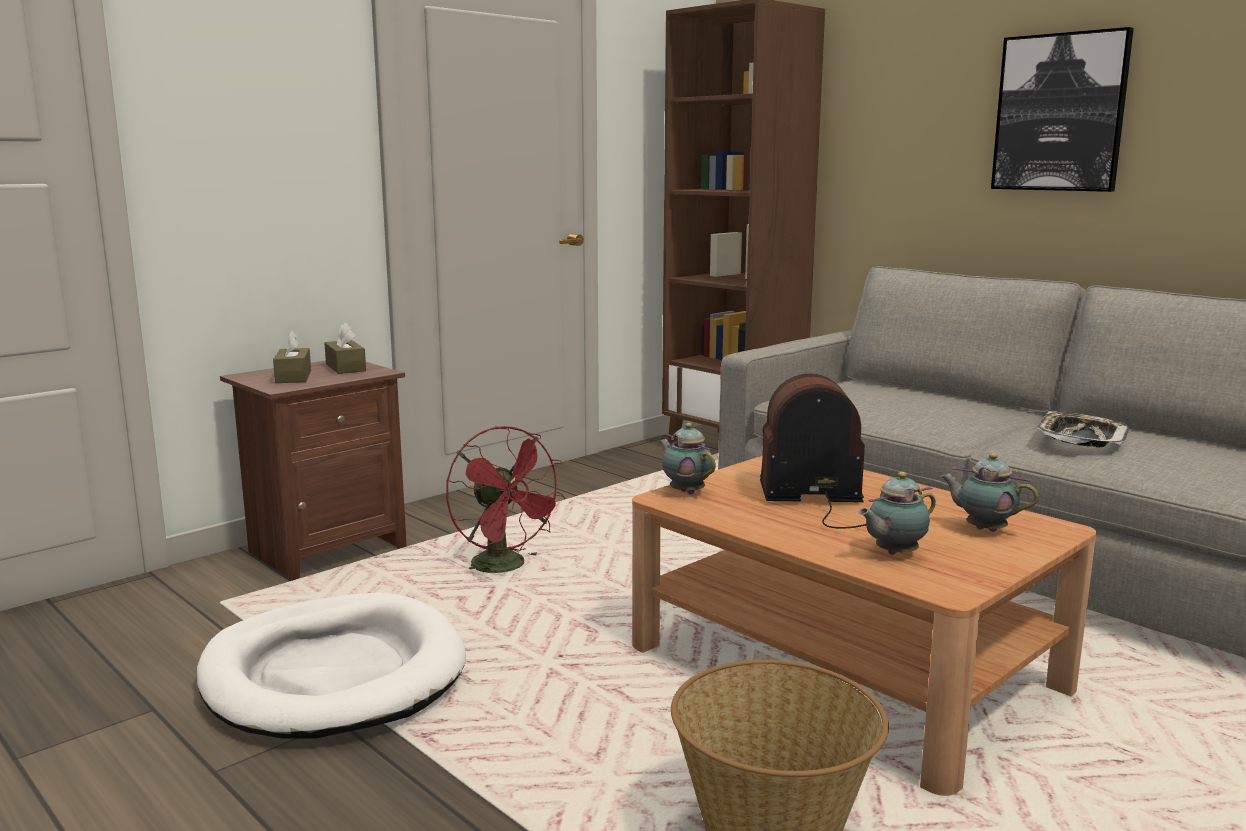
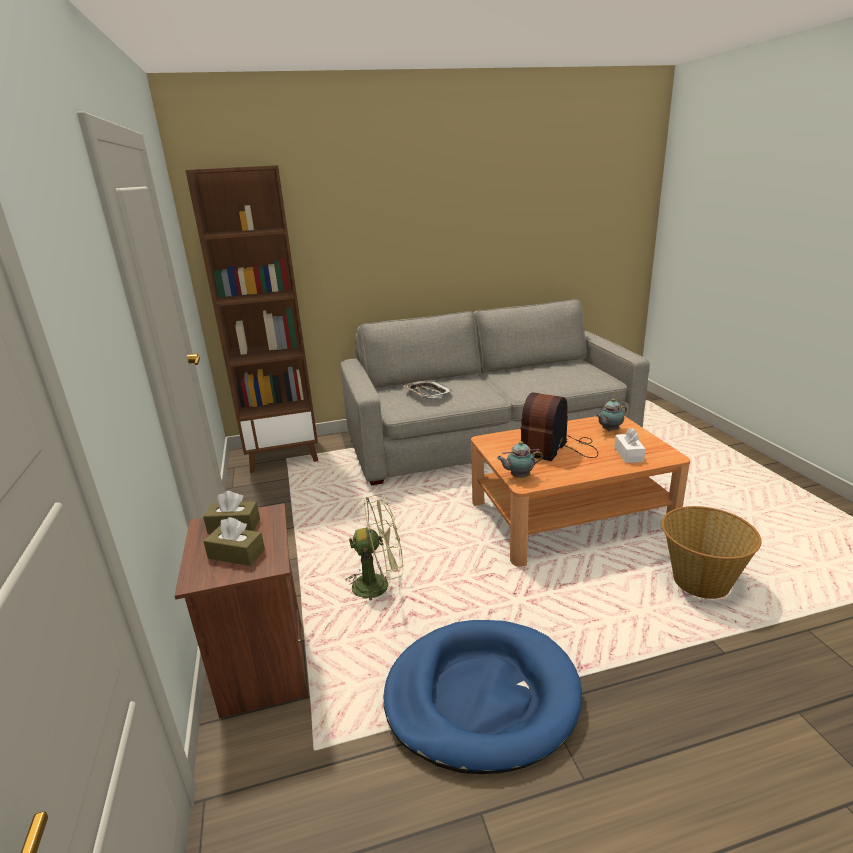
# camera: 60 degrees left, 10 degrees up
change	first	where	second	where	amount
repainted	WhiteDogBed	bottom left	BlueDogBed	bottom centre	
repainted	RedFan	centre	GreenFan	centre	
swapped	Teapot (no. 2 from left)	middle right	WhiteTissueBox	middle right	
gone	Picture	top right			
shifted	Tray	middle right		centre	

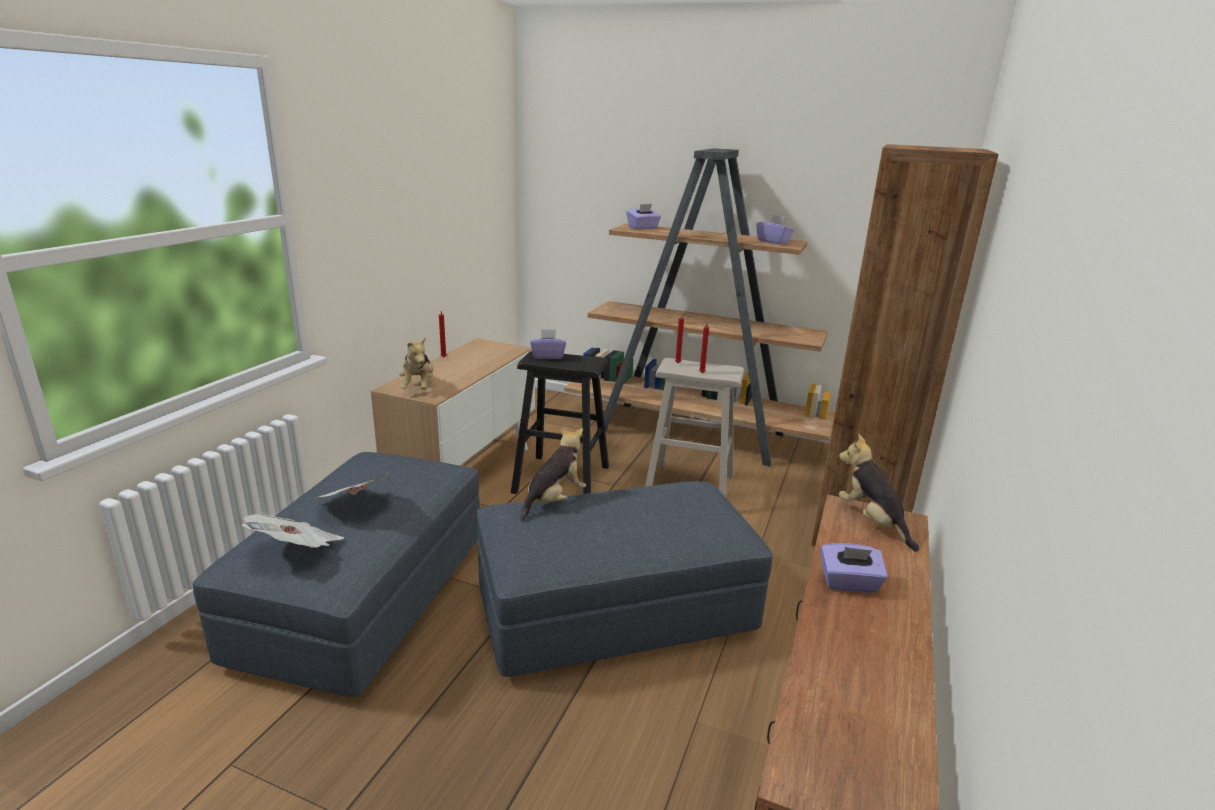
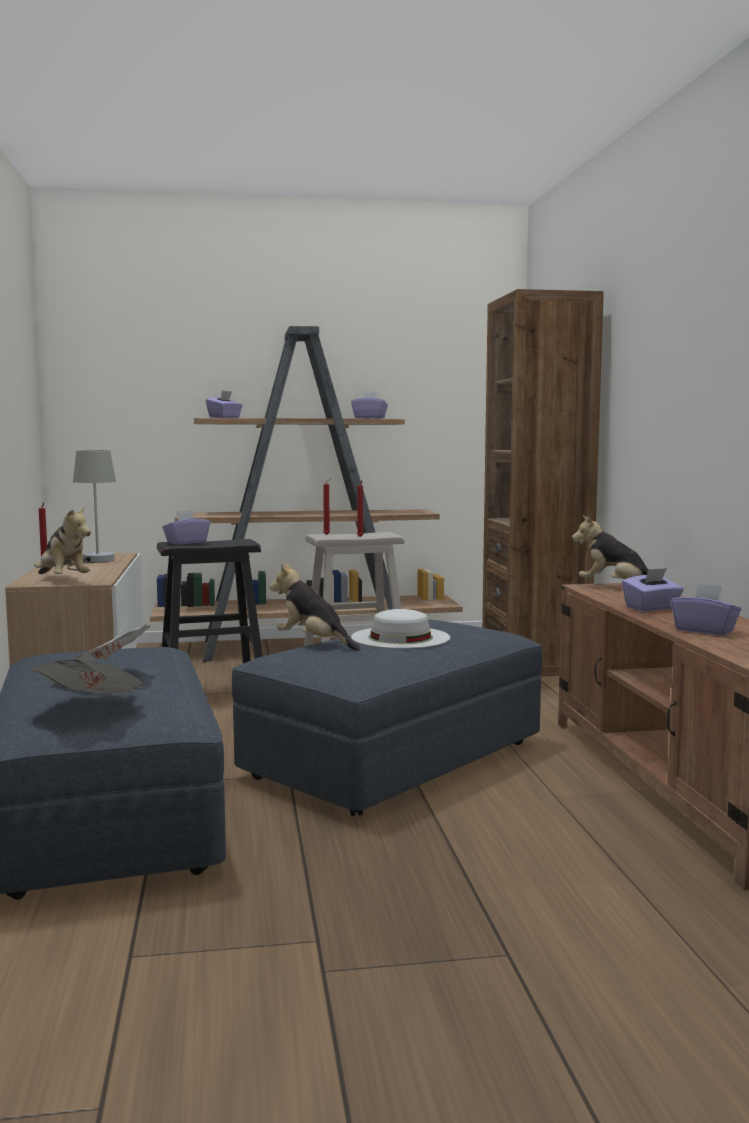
# camera: 30 degrees left, 15 degrees down
change	first	where	second	where	amount
rotated	PlushToy (no. 2 from left)	centre		centre	60 degrees counterclockwise
new			GreyTableLamp	middle left	
new			WhiteHat	centre	
new			PurpleTissueBox (no. 5 from left)	middle right	

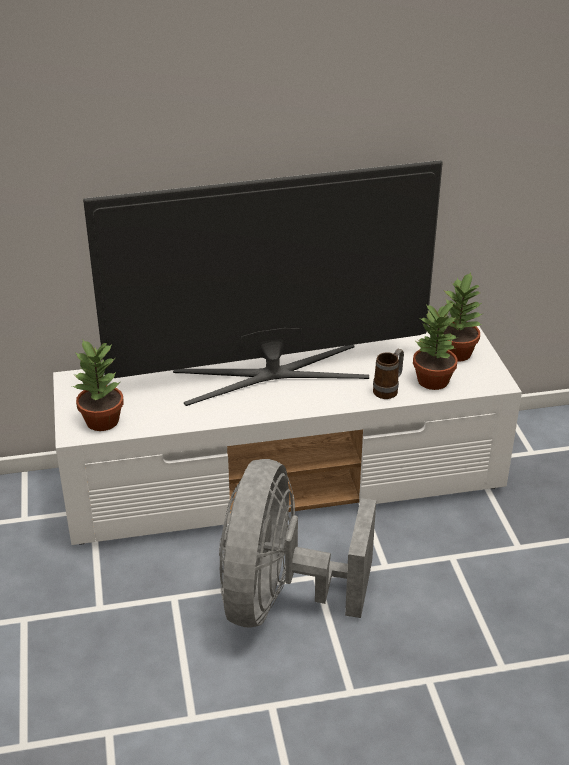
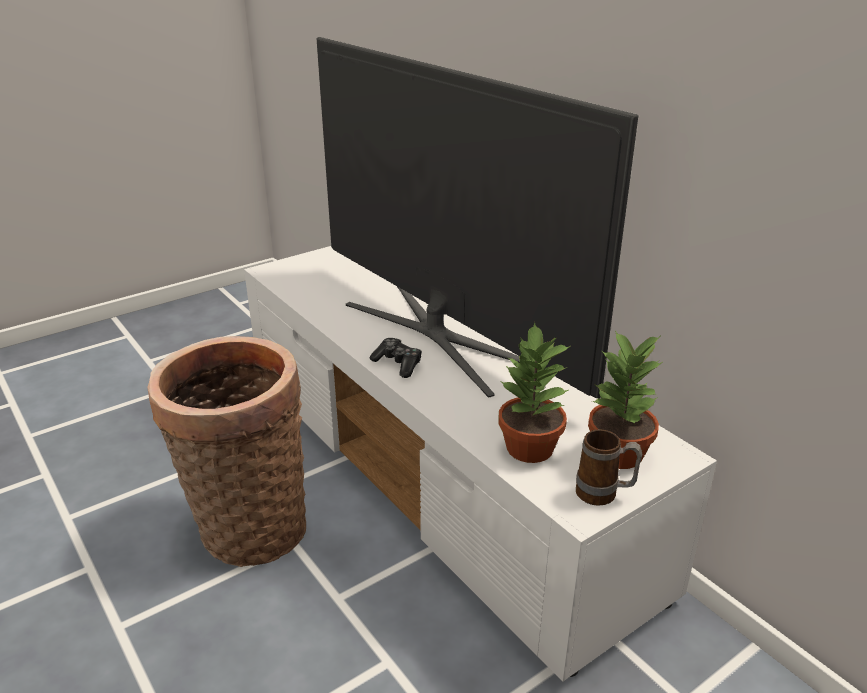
# camera: 65 degrees right, 5 degrees down
change	first	where	second	where	amount
gone	PottedPlant (no. 1 from left)	middle left			
swapped	GreyFan	bottom centre	Basket	middle left	
shifted	Mug	middle right		bottom right	
new			GameController	centre	

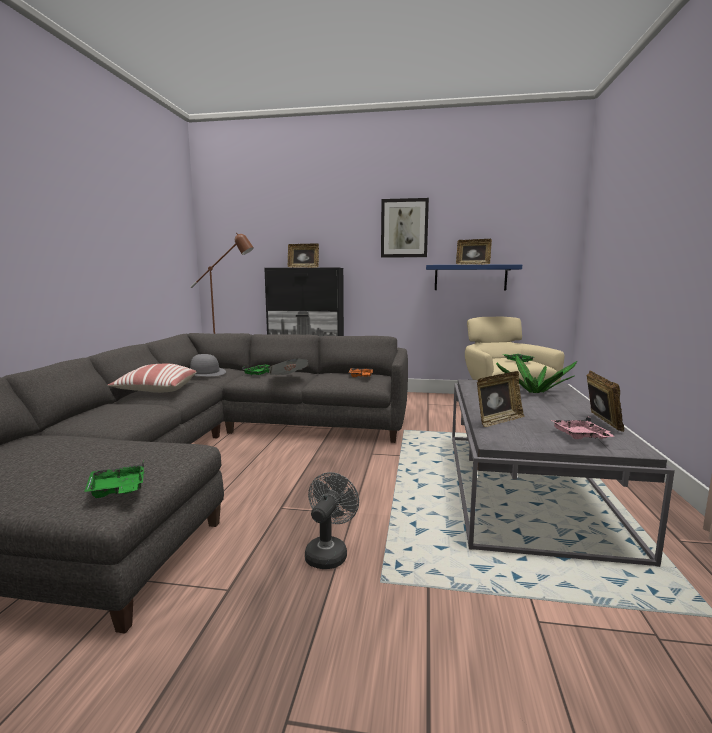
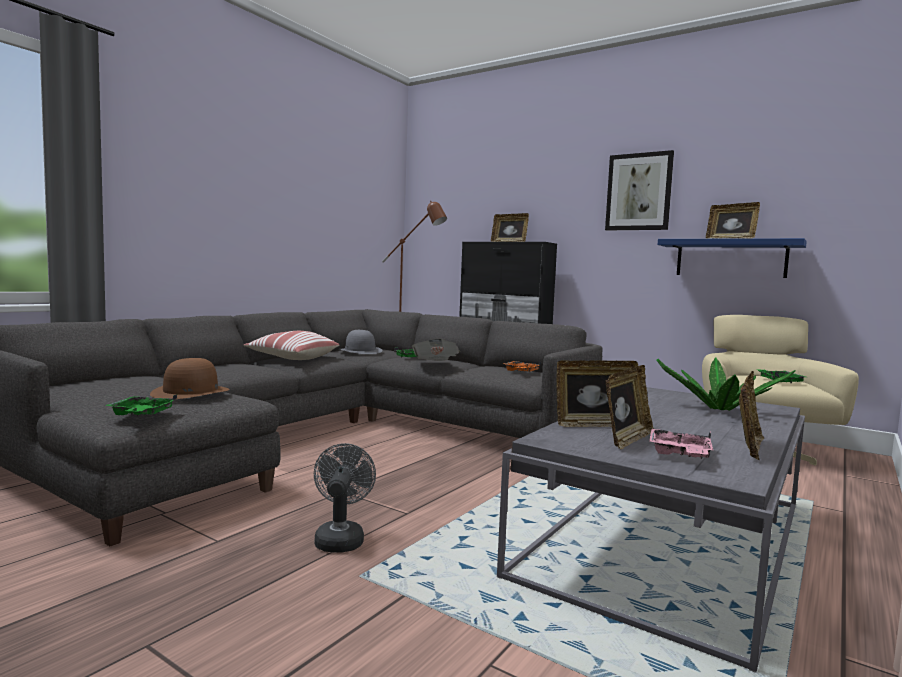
# camera: 25 degrees right, 5 degrees down
change	first	where	second	where	amount
rotated	GreyFan	bottom centre		bottom centre	45 degrees counterclockwise
new			BrownHat	middle left	
new			PictureFrame (no. 3 from left)	middle right	

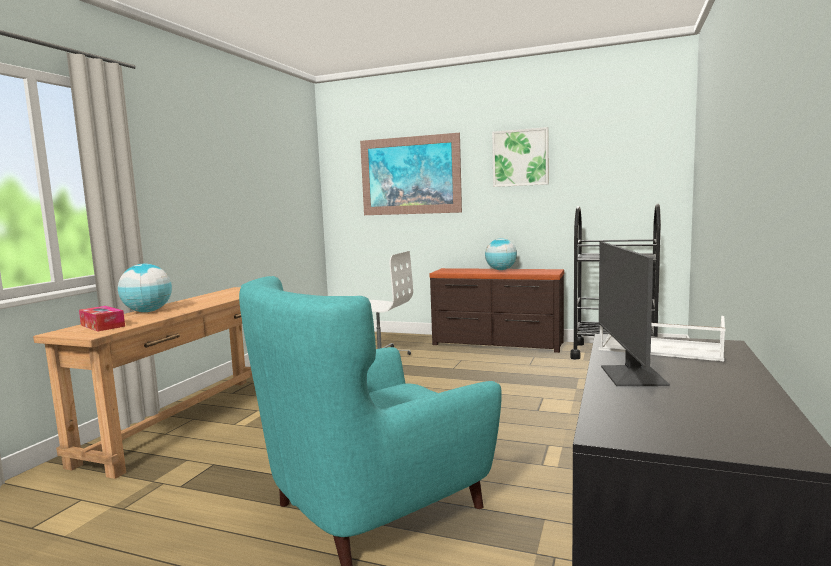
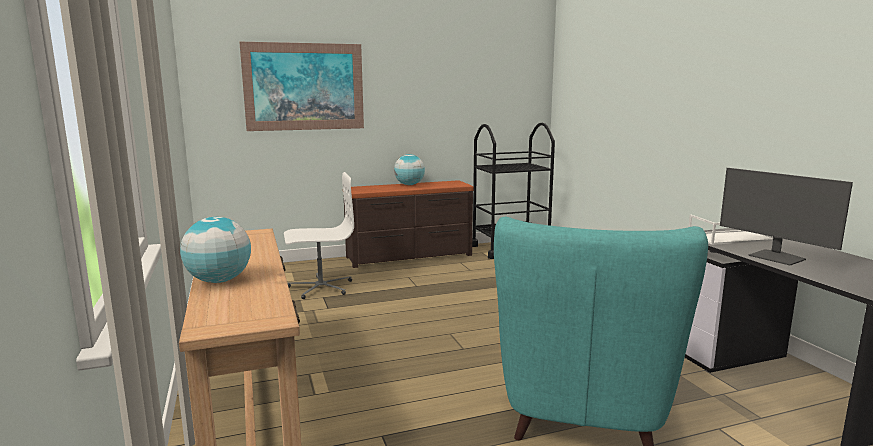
# camera: 40 degrees left, 5 degrees up
change	first	where	second	where	amount
gone	TissueBox	middle left			
gone	Picture (no. 2 from left)	top centre			

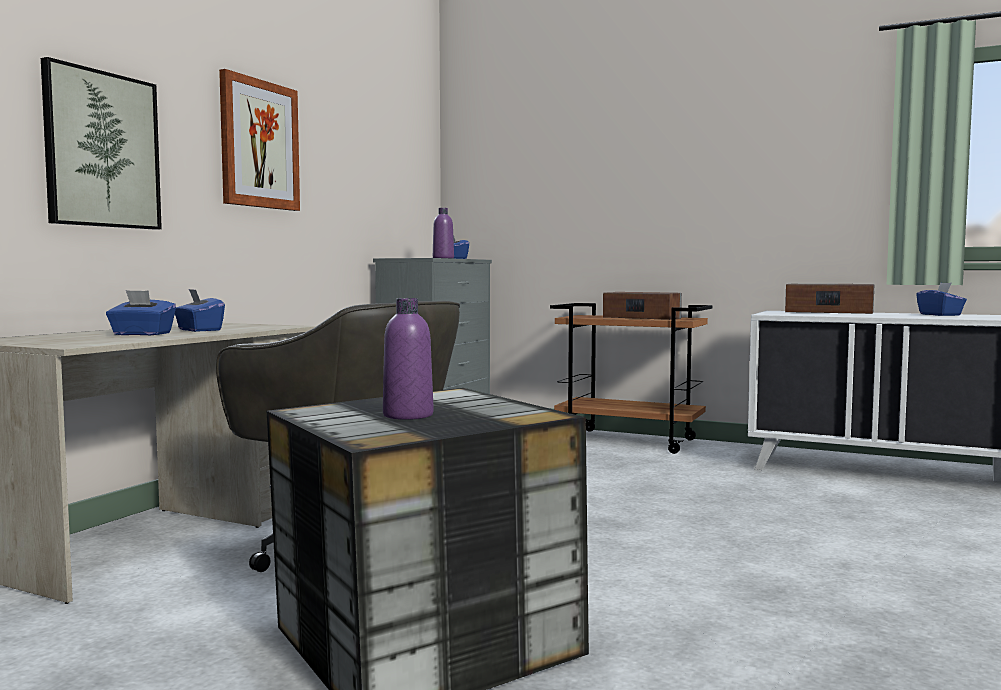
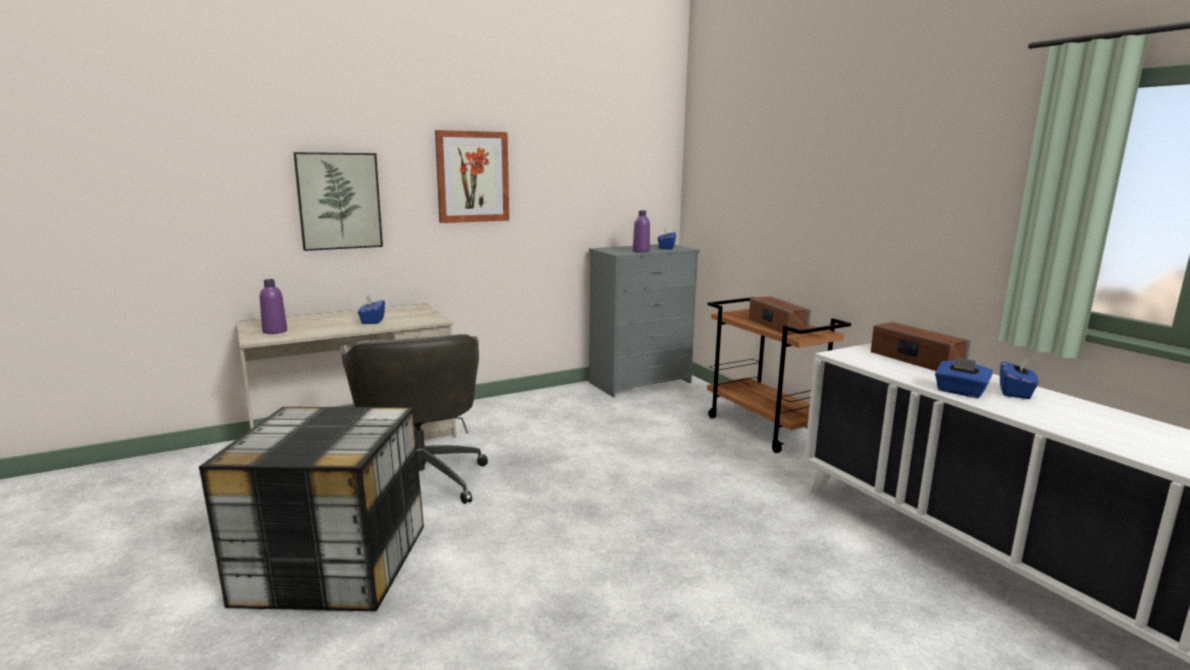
# camera: 35 degrees right, 10 degrees up
change	first	where	second	where	amount
shifted	BlueTissueBox (no. 1 from left in the first image)	middle left	BlueTissueBox (no. 3 from left)	middle right	
shifted	PurpleBottle (no. 1 from left)	centre		middle left	

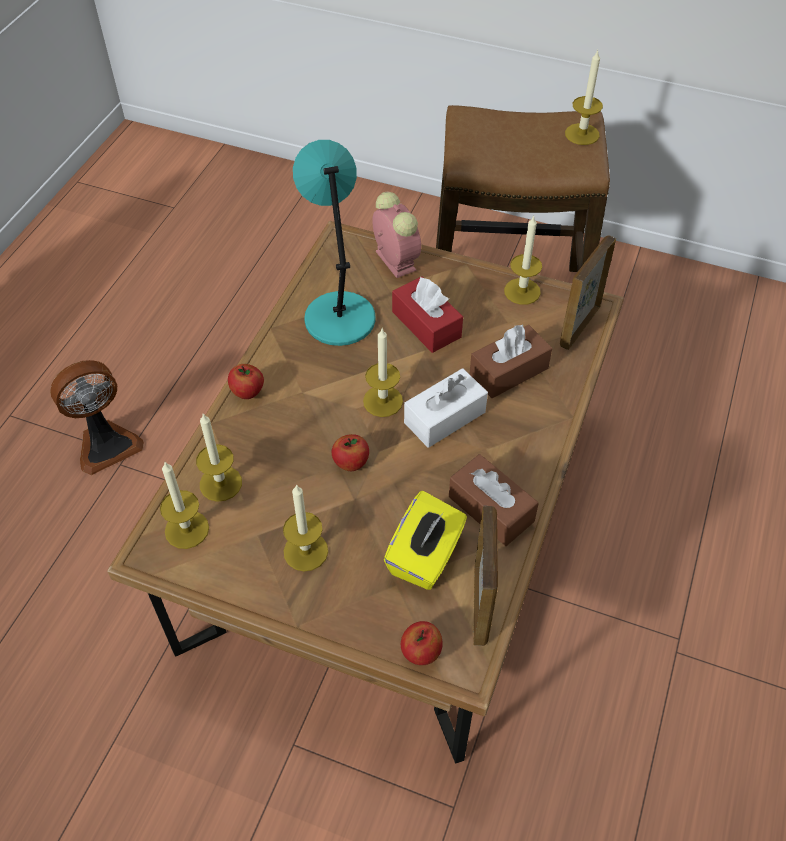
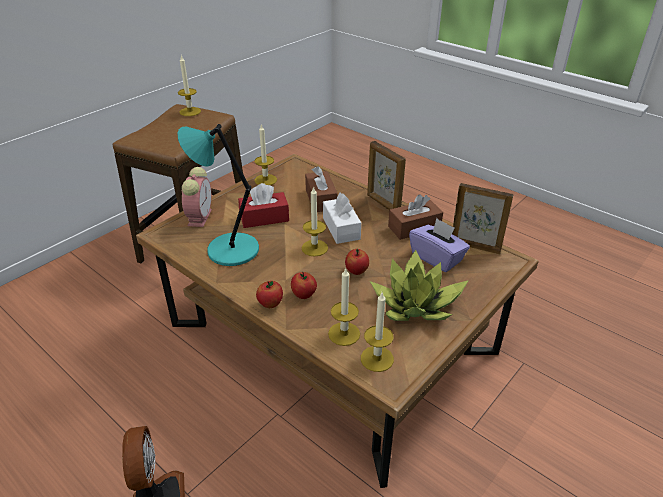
# camera: 70 degrees left, 15 degrees down
change	first	where	second	where	amount
swapped	Candle (no. 3 from left)	centre	PottedPlant	centre	
rotated	AlarmClock	top centre		middle left	105 degrees clockwise
repainted	YellowTissueBox	centre	PurpleTissueBox	centre	
shifted	Apple (no. 3 from left in the first image)	bottom centre	Apple (no. 2 from left)	centre	
shifted	PictureFrame (no. 2 from left in the first image)	middle right	PictureFrame (no. 1 from left)	centre	

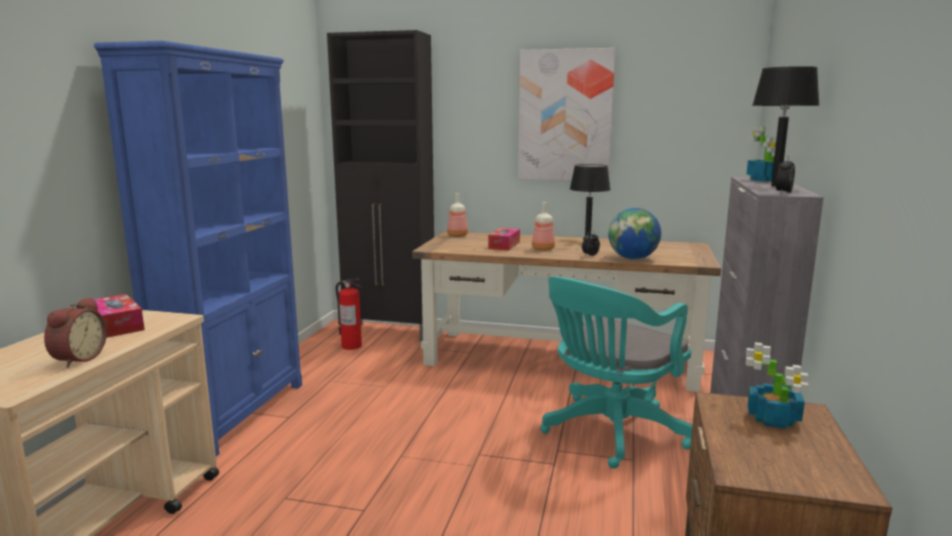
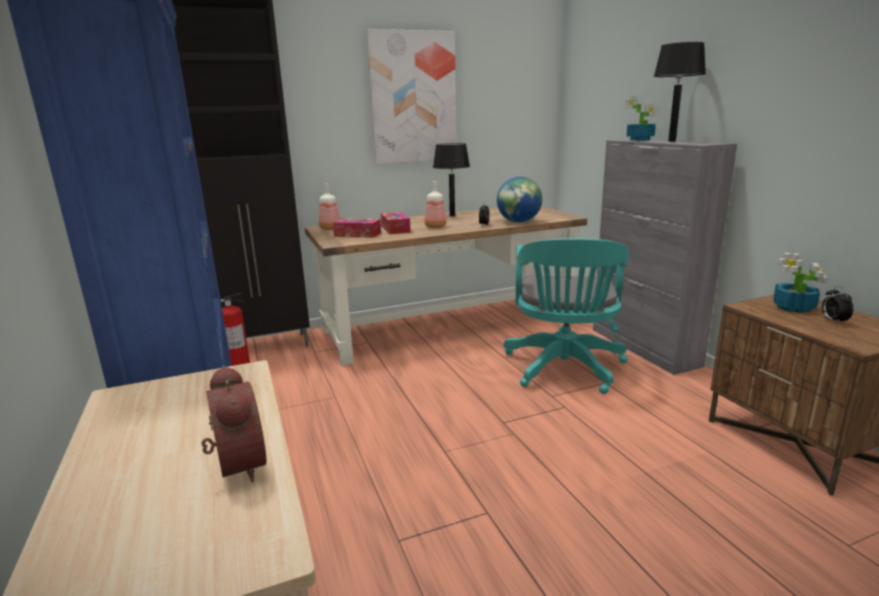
# camera: 35 degrees left, 5 degrees up
change	first	where	second	where	amount
shifted	TissueBox (no. 1 from left)	middle left		centre	
shifted	AlarmClock (no. 3 from left)	top right		middle right	

